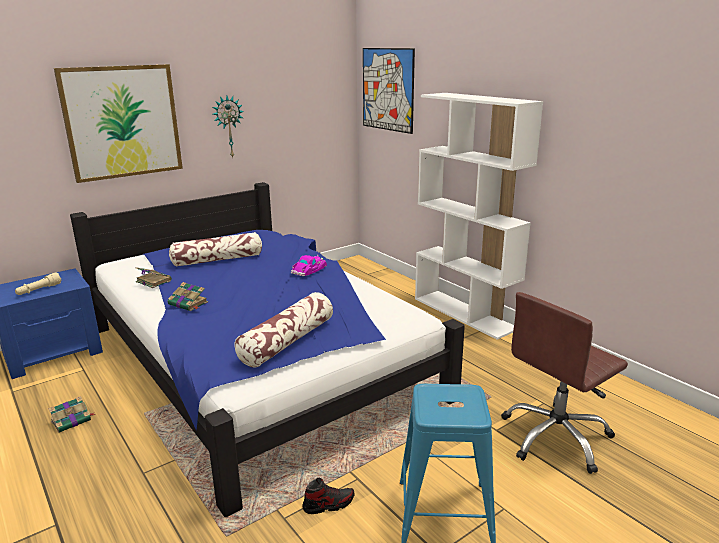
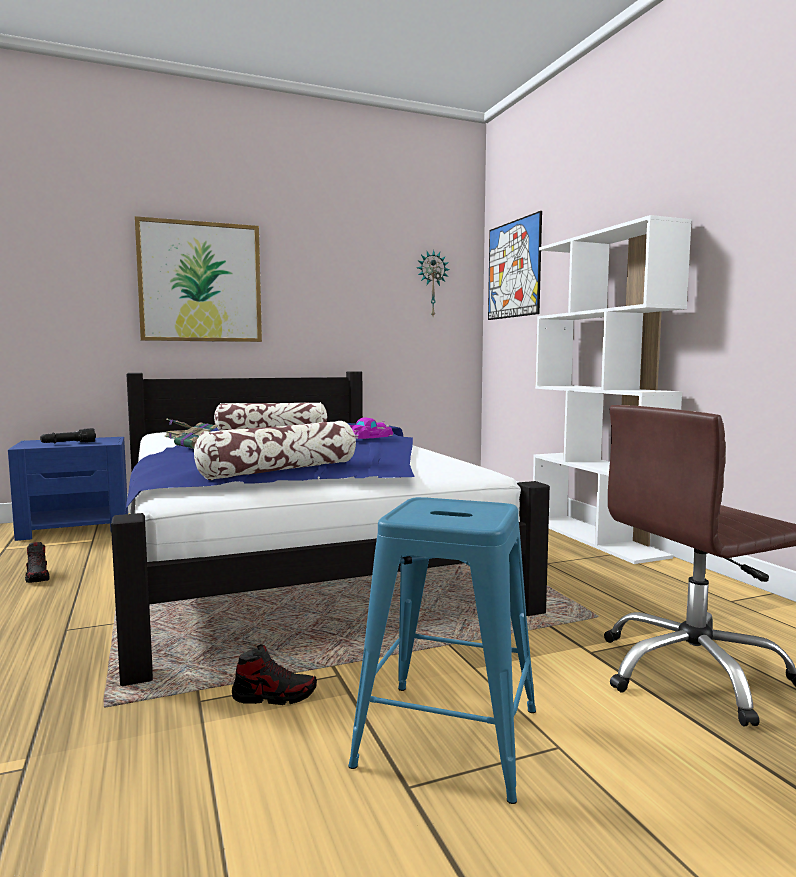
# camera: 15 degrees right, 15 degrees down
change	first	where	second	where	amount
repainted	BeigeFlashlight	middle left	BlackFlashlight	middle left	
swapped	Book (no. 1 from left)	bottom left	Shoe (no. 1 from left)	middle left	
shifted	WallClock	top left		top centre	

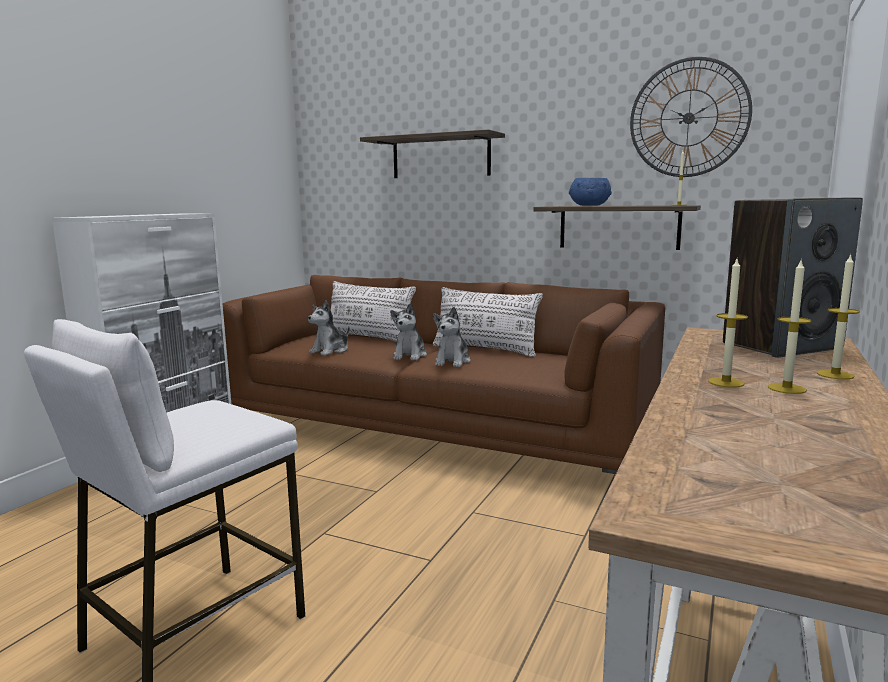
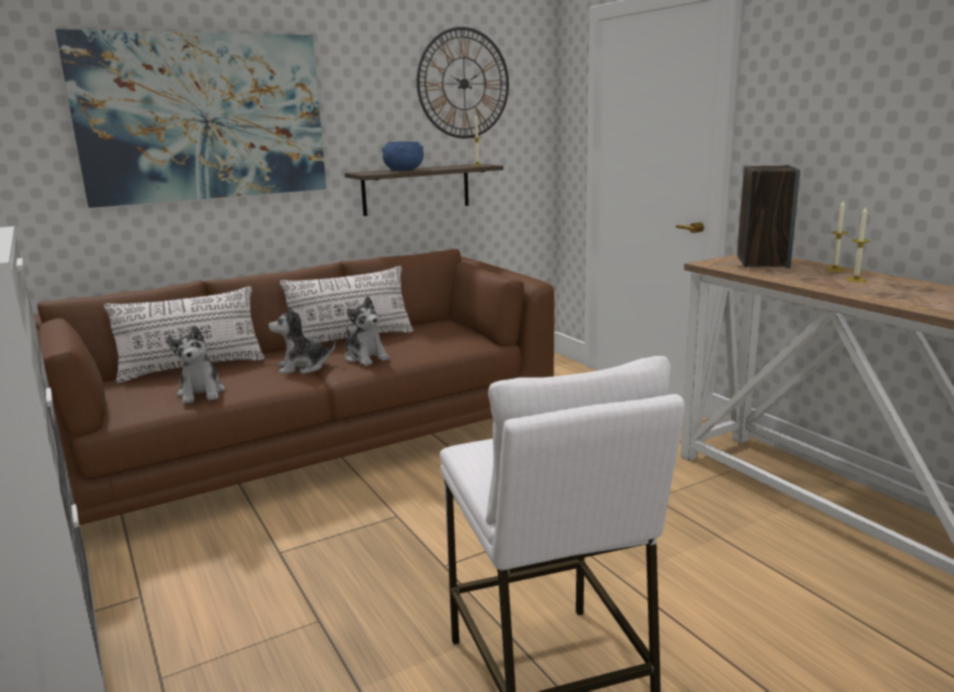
# camera: 55 degrees left, 5 degrees up
change	first	where	second	where	amount
swapped	Shelf (no. 1 from left)	top centre	Picture	top left	
rotated	PlushToy (no. 2 from left)	centre		middle left	120 degrees clockwise
gone	Candle (no. 2 from left)	middle right			

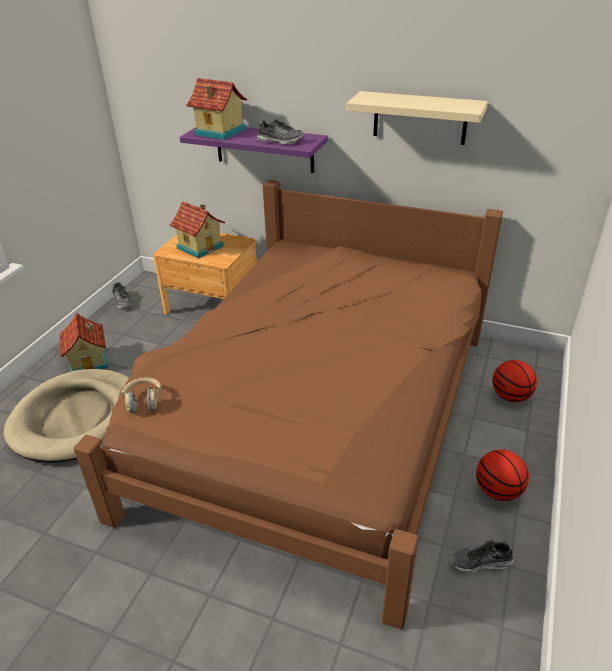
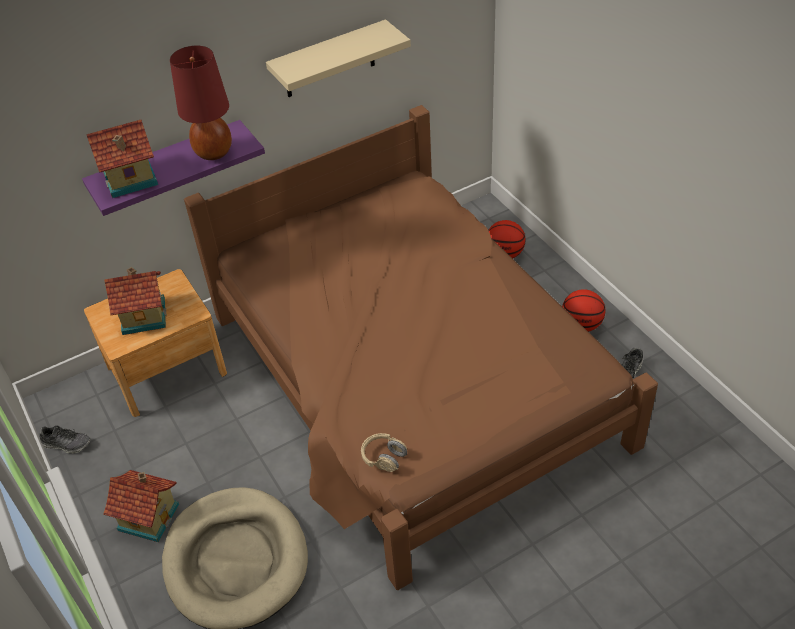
# camera: 50 degrees left, 10 degrees up
change	first	where	second	where	amount
swapped	Shoe (no. 2 from left)	top centre	RedTableLamp	top left	

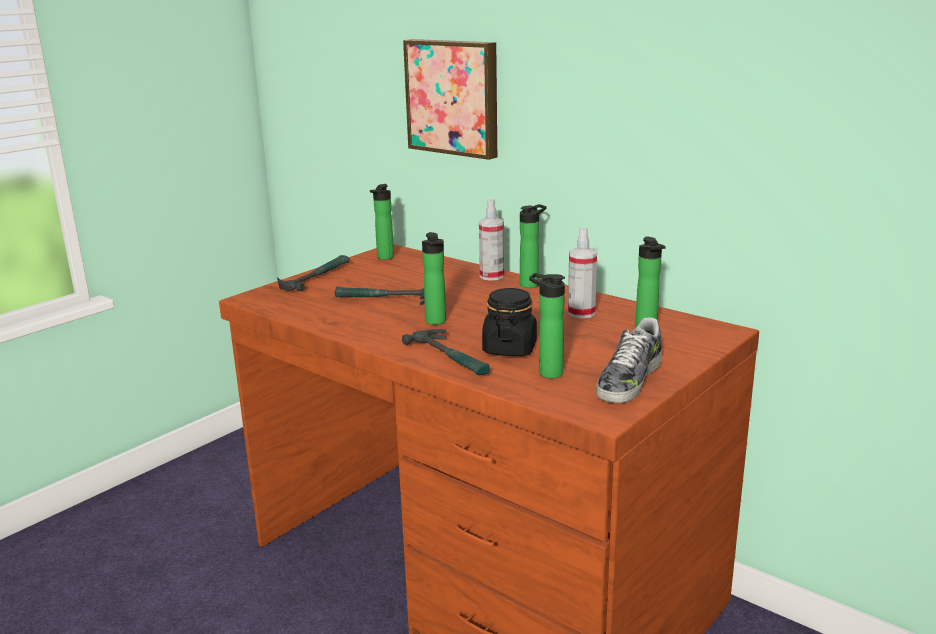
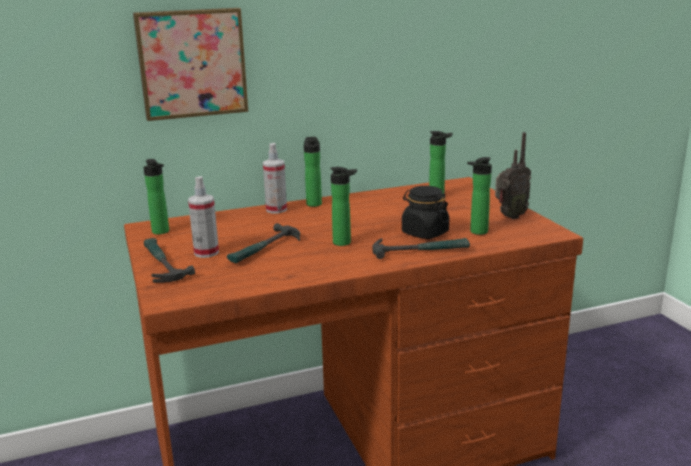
# camera: 60 degrees left, 0 degrees up
change	first	where	second	where	amount
shifted	SprayBottle (no. 2 from left in the first image)	centre	SprayBottle (no. 1 from left)	middle left	
swapped	Shoe	middle right	Radio	middle right	

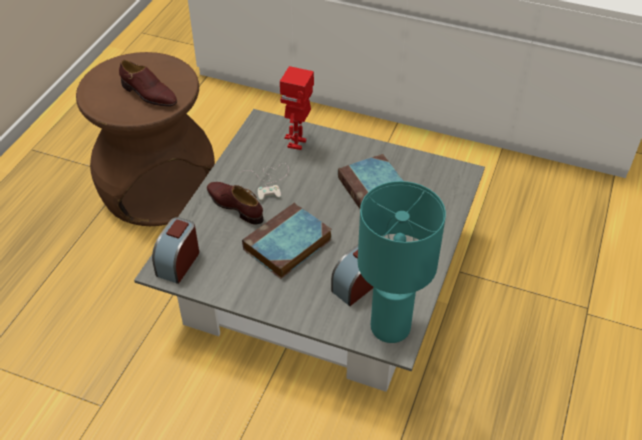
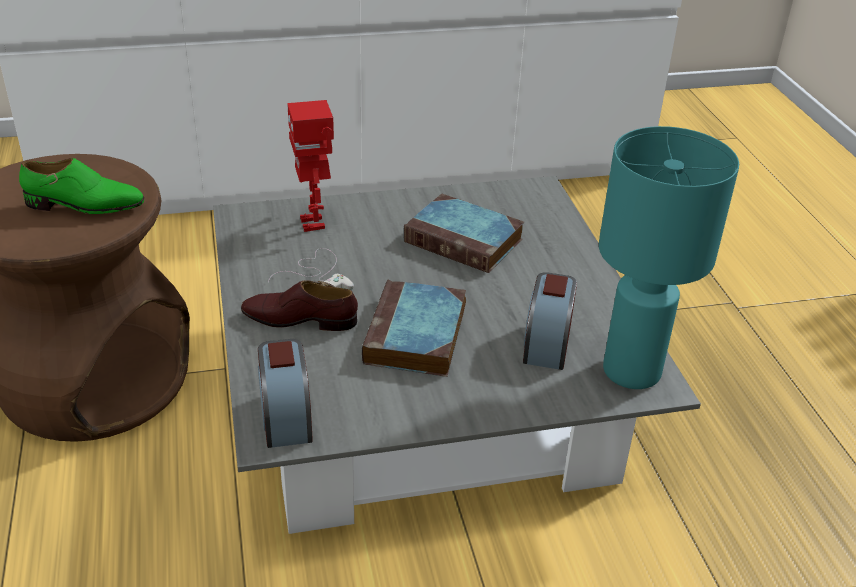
# camera: 35 degrees left, 10 degrees down
change	first	where	second	where	amount
repainted	BrownShoe (no. 1 from left)	top left	GreenShoe	top left	

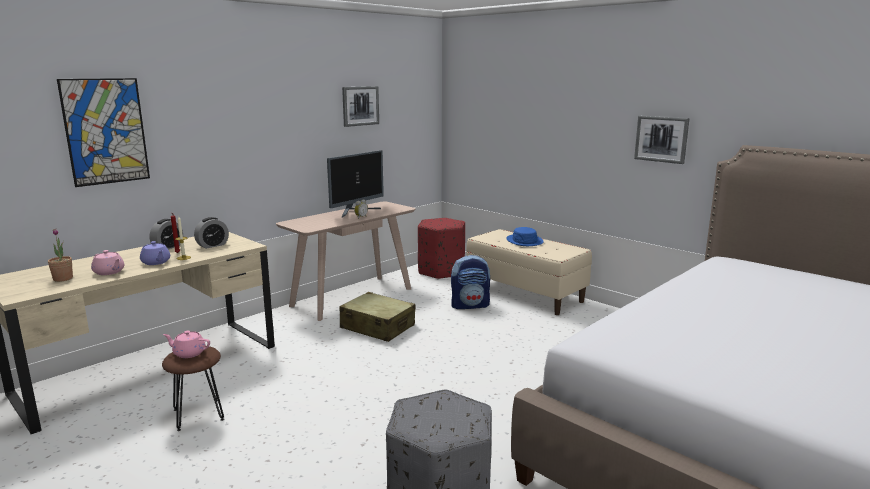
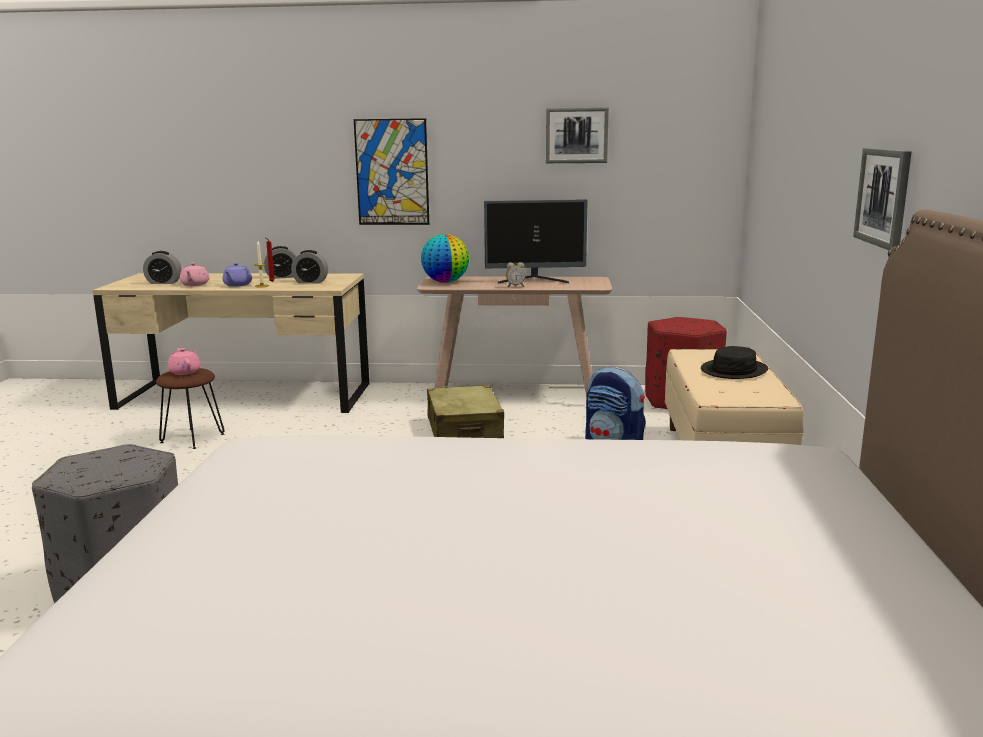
# camera: 50 degrees right, 0 degrees up
change	first	where	second	where	amount
swapped	PottedPlant	middle left	AlarmClock (no. 1 from left)	middle left	
shifted	Picture (no. 1 from left)	top left		top centre	
repainted	BlueHat	centre	BlackHat	middle right	
new			Globe	centre	

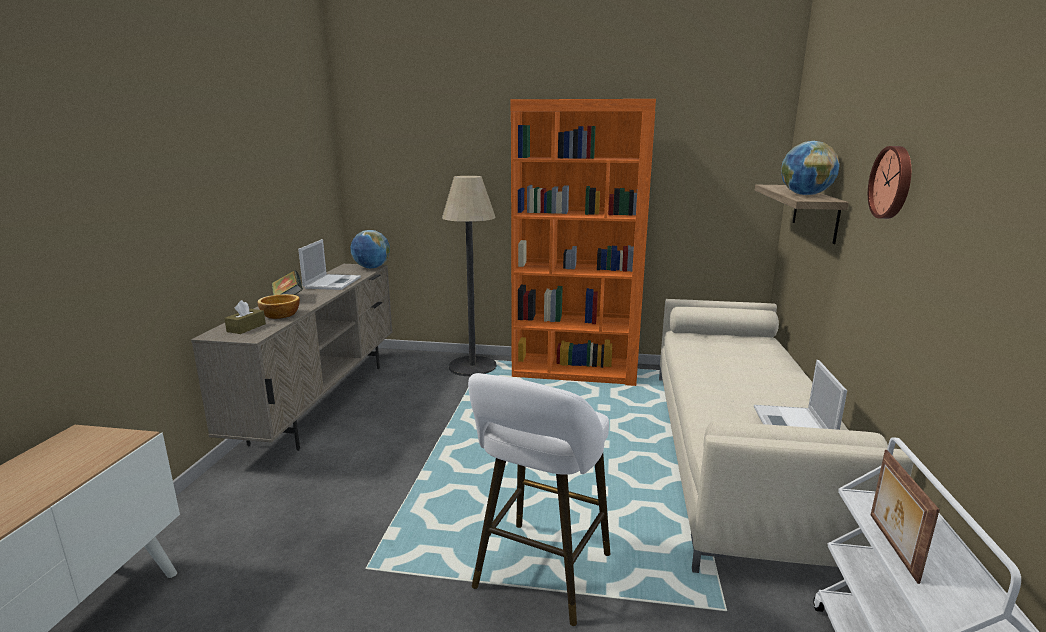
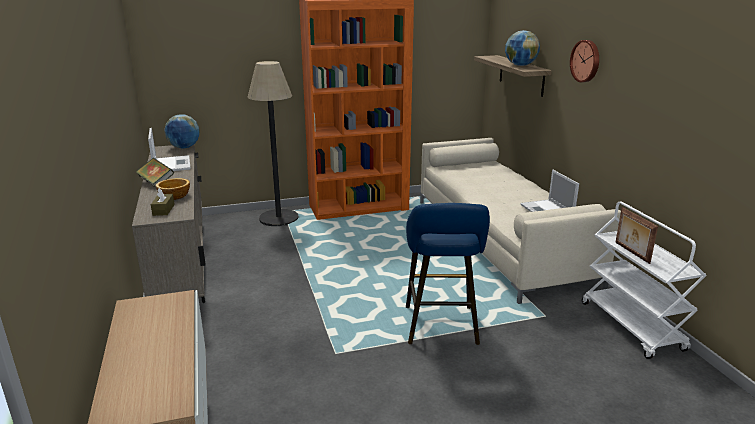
# camera: 25 degrees left, 5 degrees up
change	first	where	second	where	amount
repainted	WhiteStool	bottom centre	BlueStool	centre	

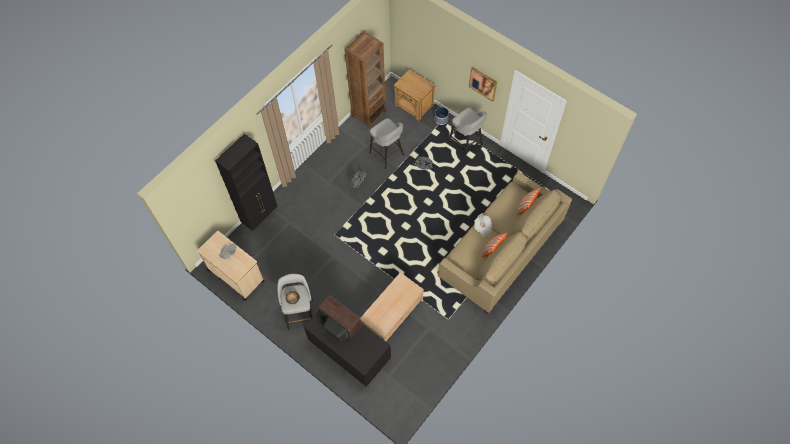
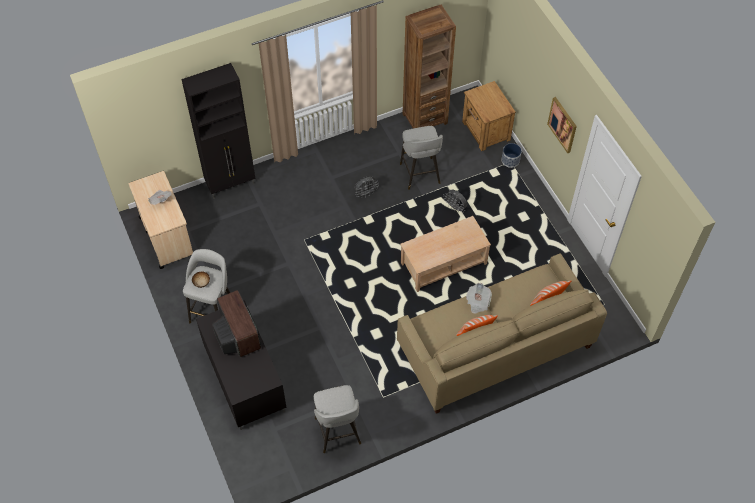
# camera: 25 degrees right, 5 degrees down
change	first	where	second	where	amount
shifted	BeigeCoffeeTable	bottom centre		centre	
shifted	GreyStool (no. 3 from left in the first image)	top centre	GreyStool (no. 2 from left)	bottom centre	

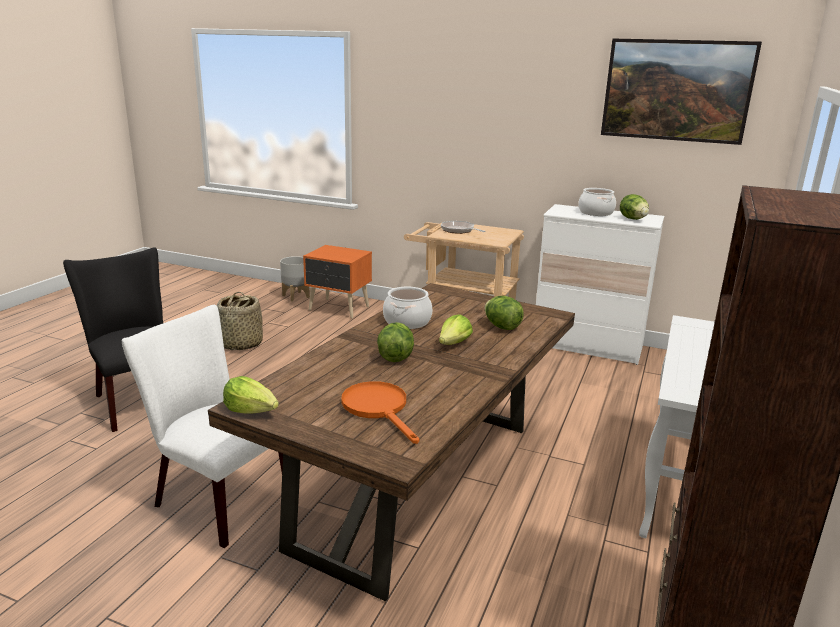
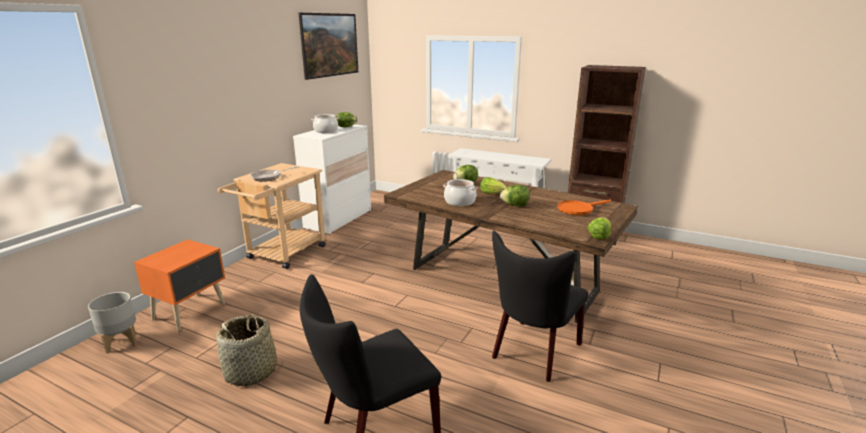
# camera: 85 degrees left, 0 degrees up
change	first	where	second	where	amount
repainted	WhiteChair	bottom left	BlackChair (no. 2 from left)	bottom centre	

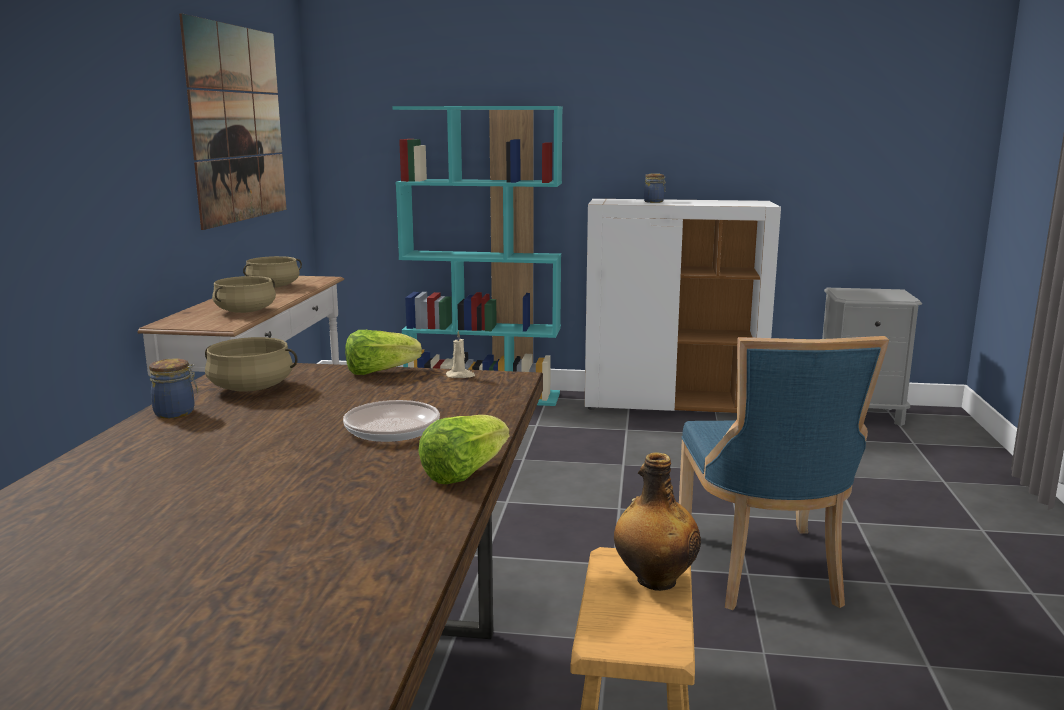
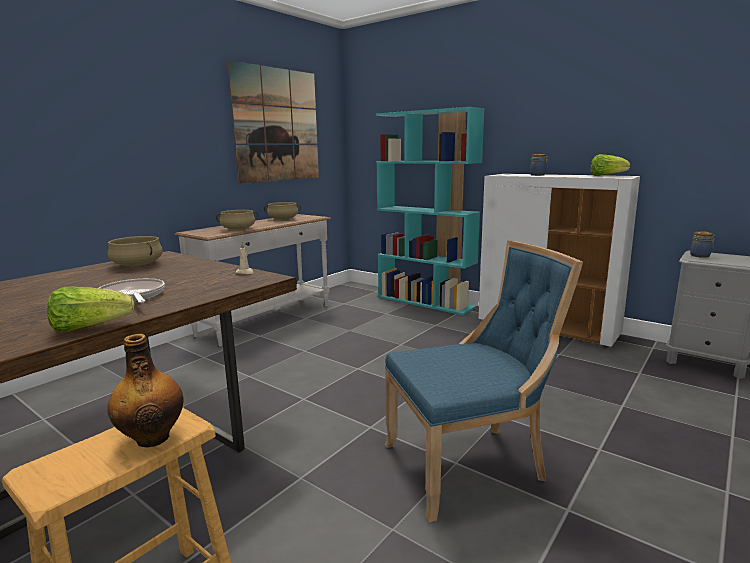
# camera: 30 degrees right, 0 degrees up
change	first	where	second	where	amount
shifted	Jar (no. 1 from left in the first image)	middle left	Jar (no. 2 from left)	middle right	
shifted	Lettuce (no. 1 from left in the first image)	centre	Lettuce (no. 2 from left)	top right	
rotated	BlueChair	middle right		bottom centre	135 degrees counterclockwise

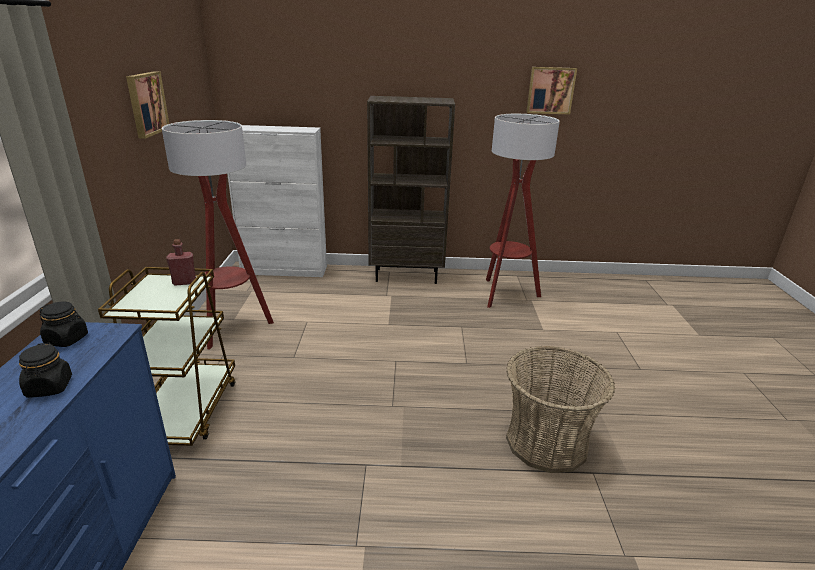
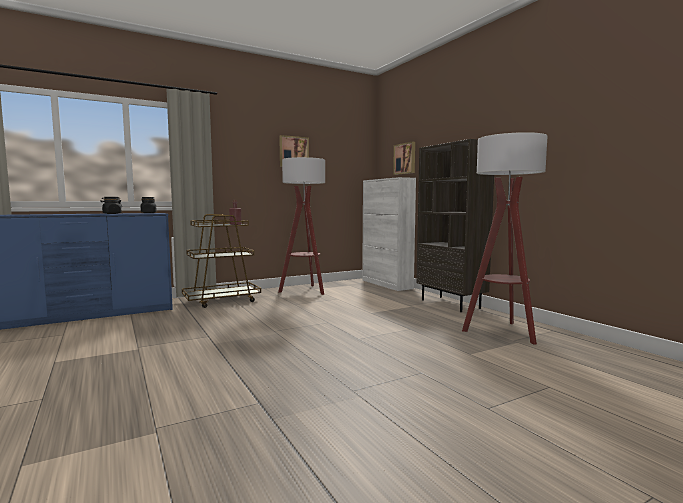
# camera: 60 degrees right, 20 degrees down
change	first	where	second	where	amount
gone	Basket	bottom right			
shifted	Picture (no. 2 from left)	top right		top centre	

